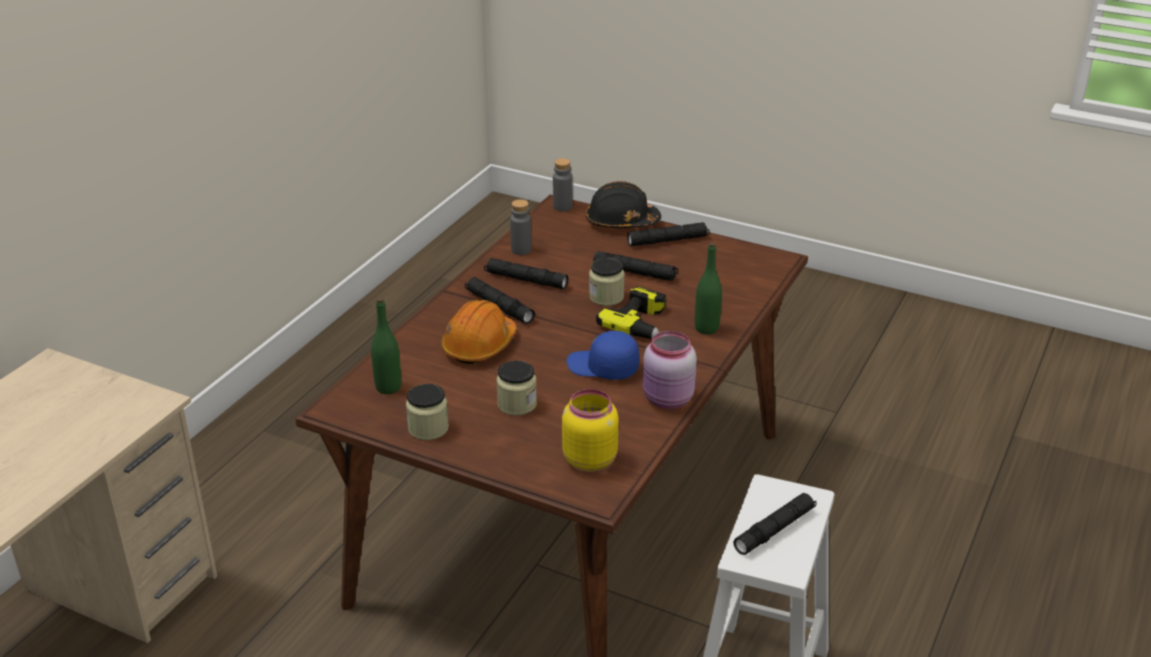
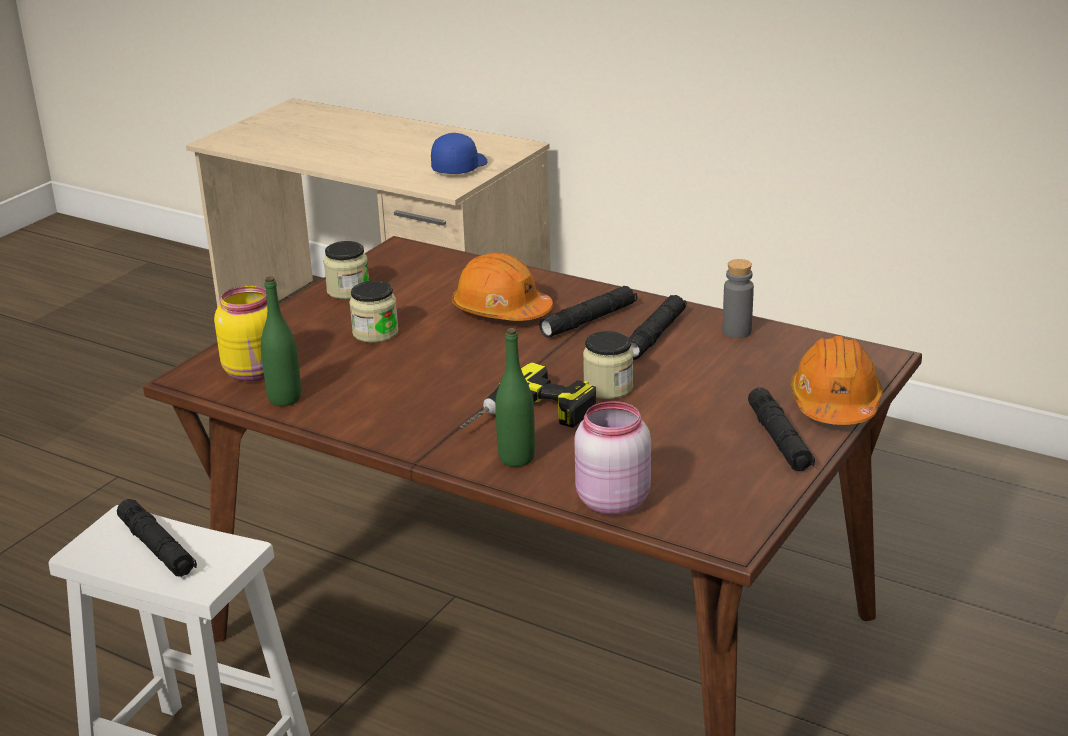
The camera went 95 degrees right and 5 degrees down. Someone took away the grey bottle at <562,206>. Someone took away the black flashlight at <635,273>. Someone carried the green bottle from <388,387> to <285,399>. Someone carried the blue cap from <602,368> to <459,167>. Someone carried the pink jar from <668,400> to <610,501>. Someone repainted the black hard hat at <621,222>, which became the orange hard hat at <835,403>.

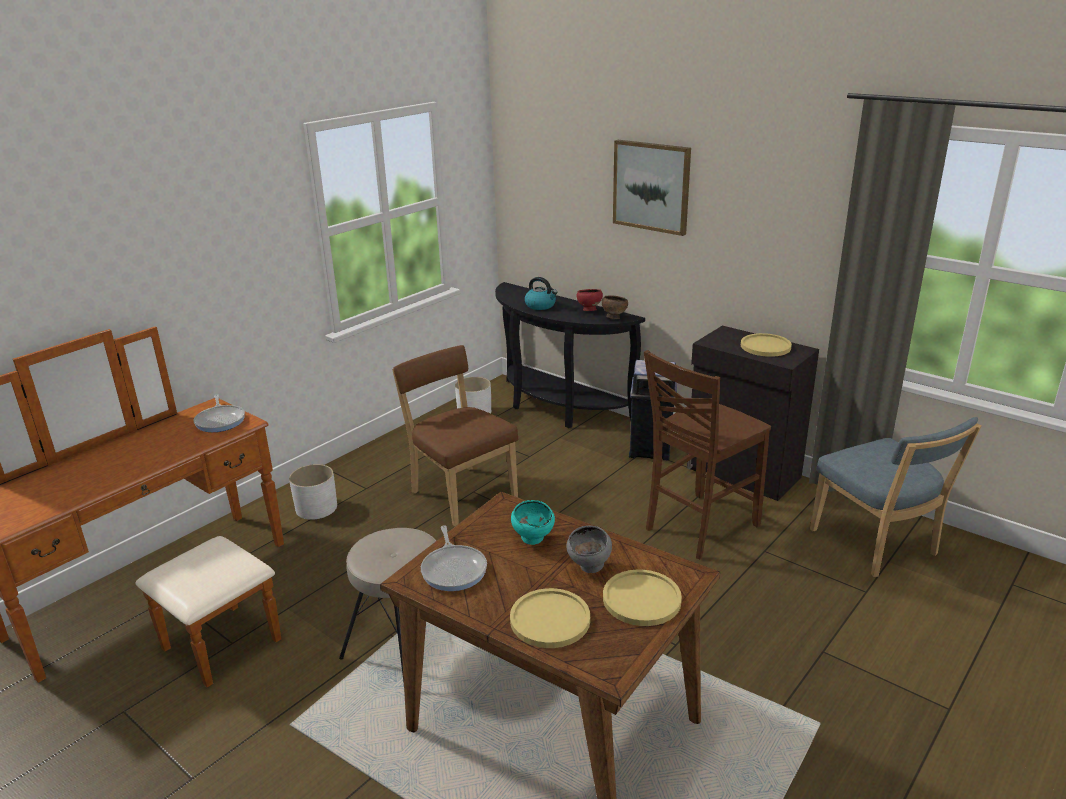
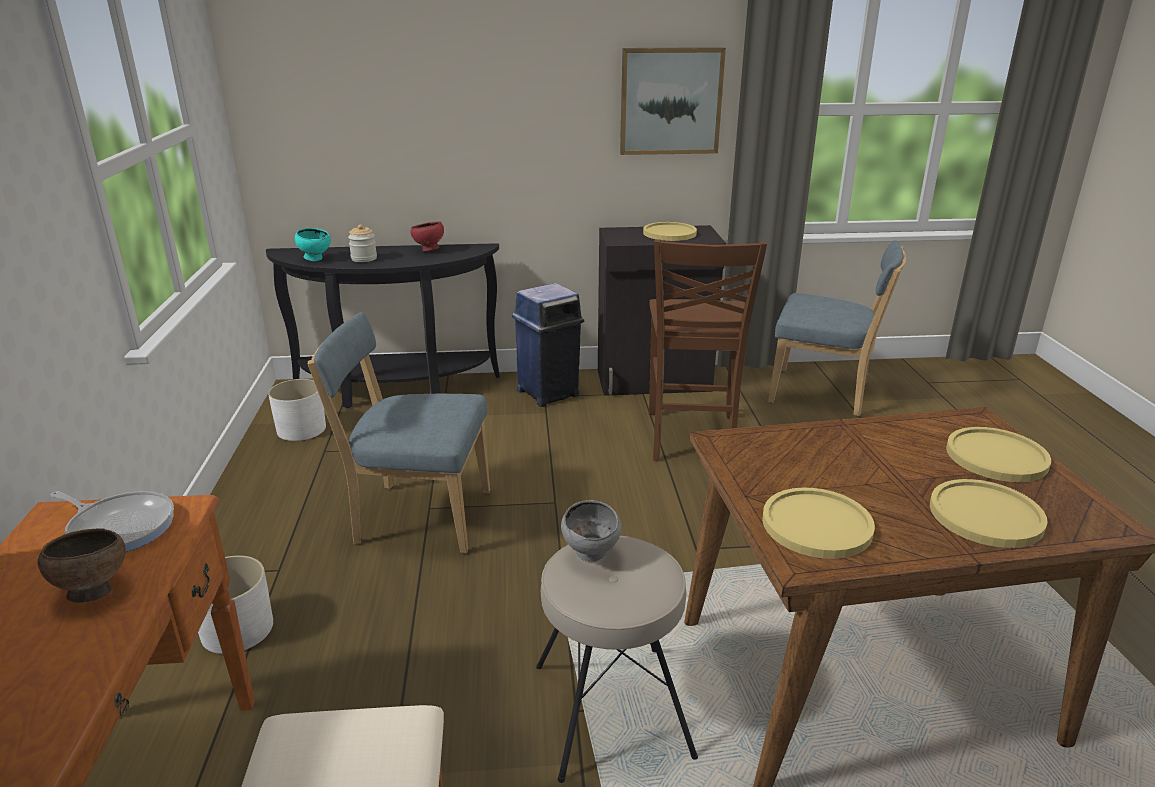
The camera went 45 degrees left and 0 degrees up. Someone carried the turquoise bowl from <534,540> to <315,259>. Someone carried the grey bowl from <590,568> to <592,555>. Someone carried the brown bowl from <614,318> to <93,592>. Someone carried the picture from <651,186> to <670,101>. Someone swapped the frying pan at <454,569> for the yellow plate at <816,525>. Someone swapped the kettle at <541,305> for the jar at <364,258>. Someone repainted the brown chair at <461,493>, which became the blue chair at <417,516>.

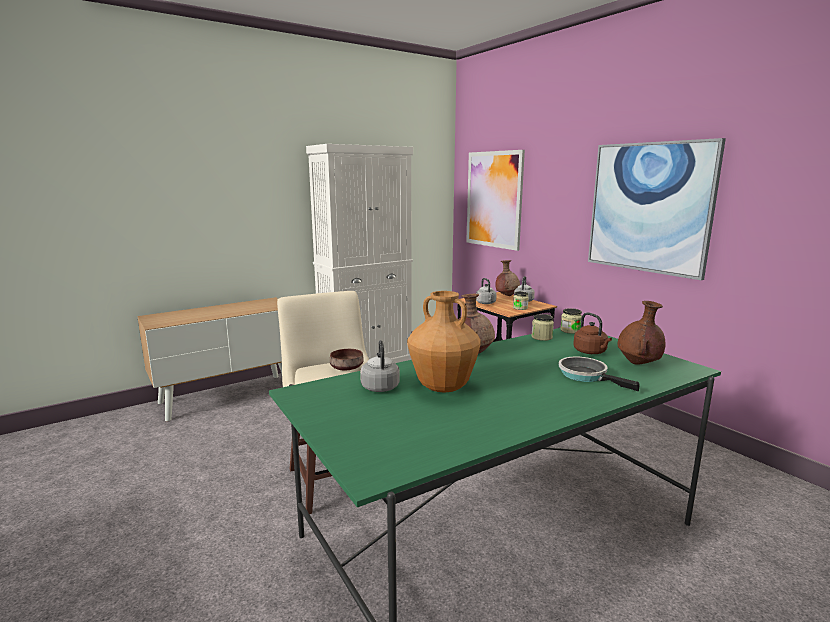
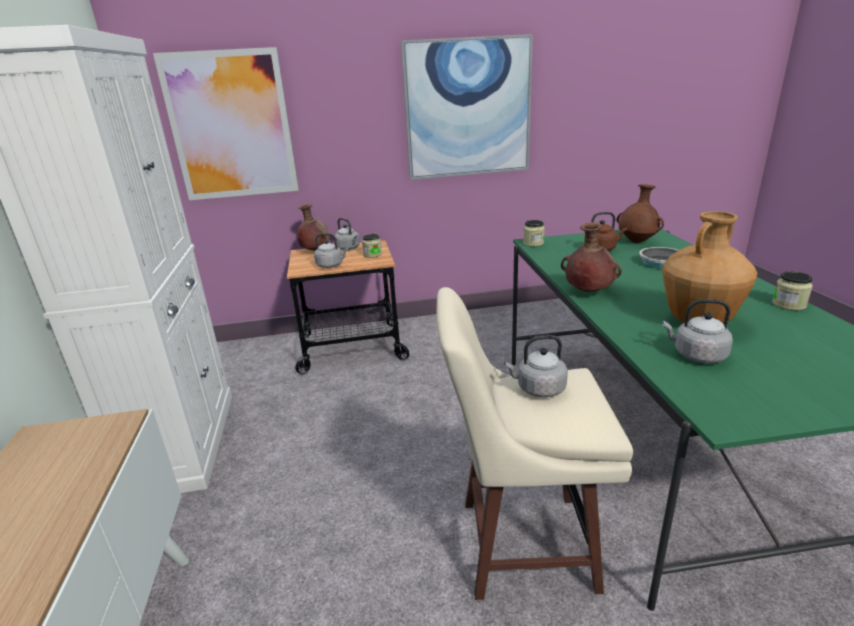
The camera went 65 degrees left and 10 degrees up. Someone carried the jar from <541,337> to <788,304>. Someone swapped the brown bowl at <346,368> for the grey kettle at <538,389>.

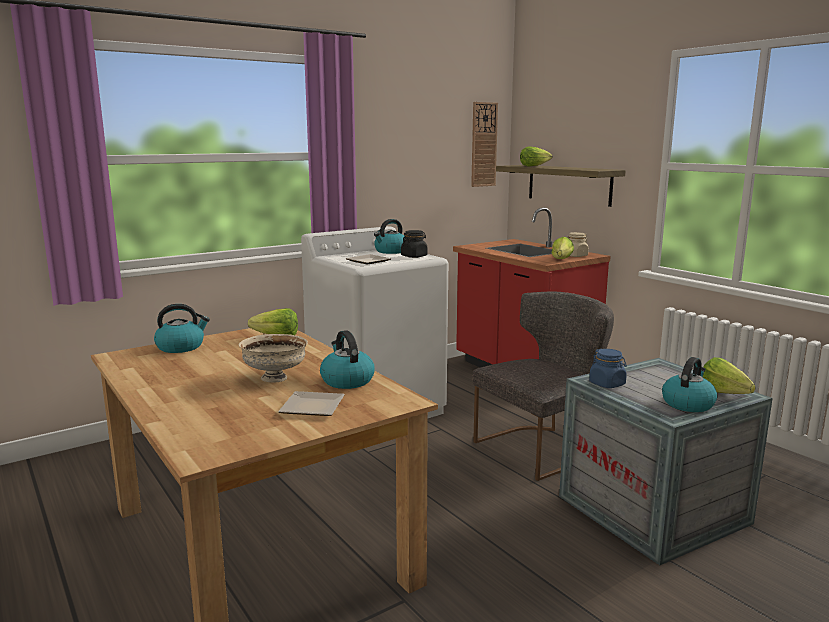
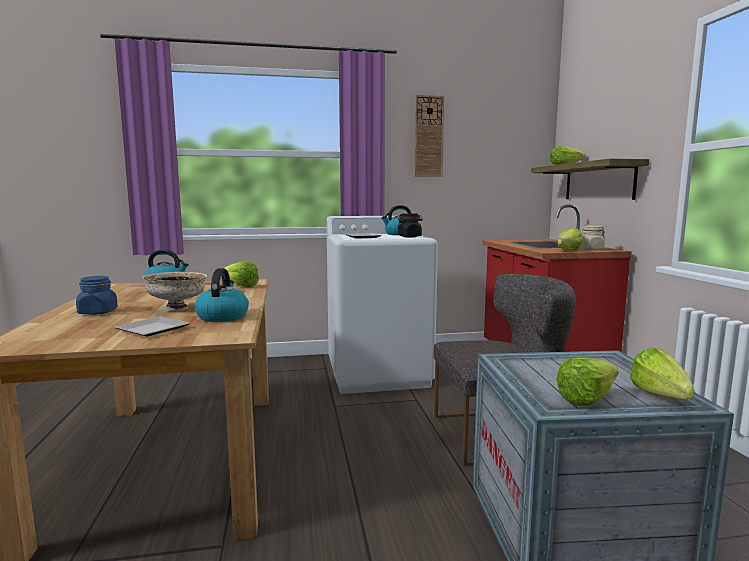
The camera went 25 degrees right and 5 degrees down. Someone carried the wall clock from <483,144> to <428,136>. Someone carried the blue jar from <607,384> to <98,312>. Someone swapped the kettle at <688,404> for the lettuce at <592,399>.

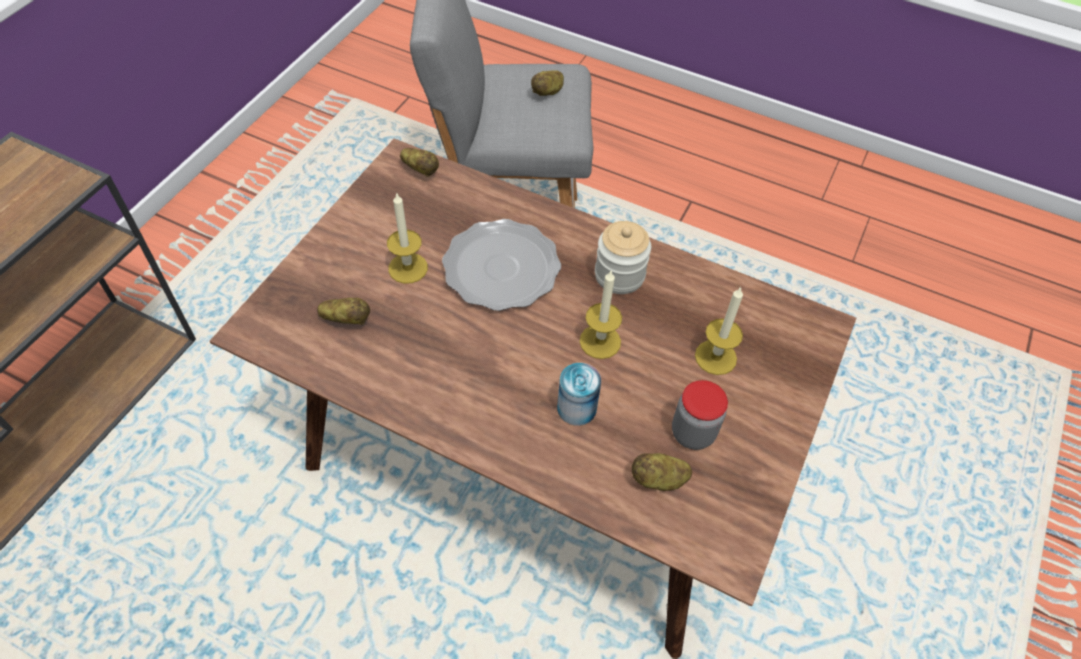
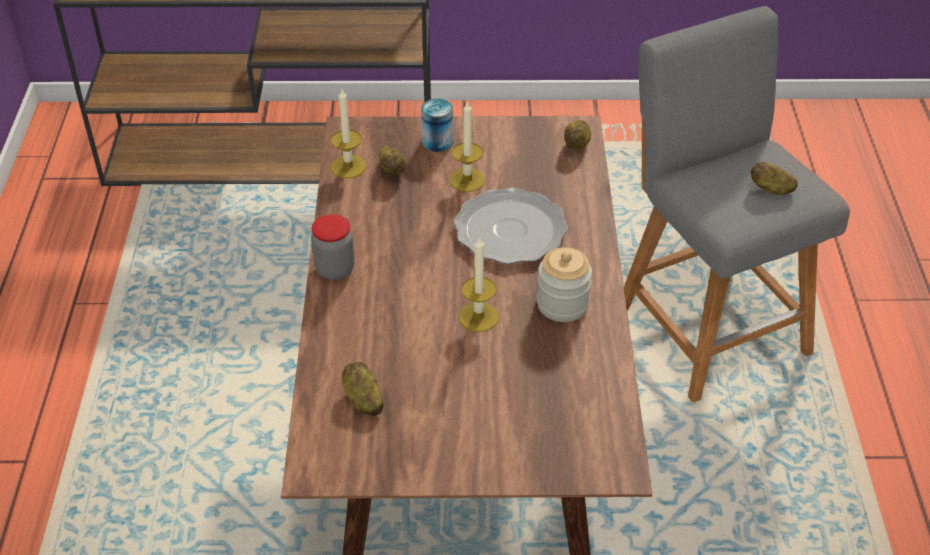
The camera went 65 degrees right and 10 degrees down. Someone carried the can from <576,408> to <437,142>. Someone carried the jar from <692,433> to <335,269>. Someone carried the candle from <715,357> to <348,166>.

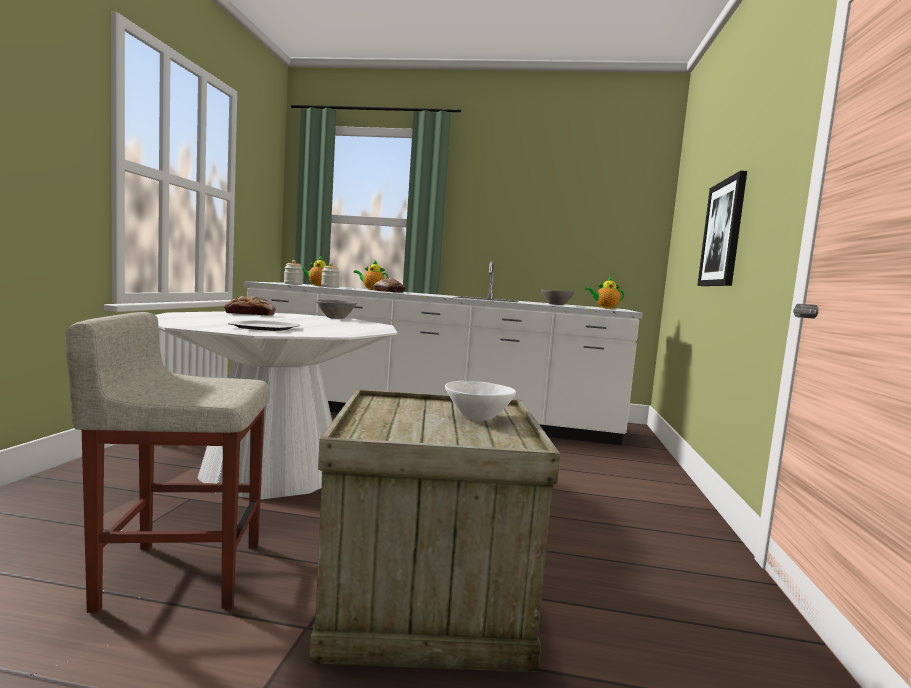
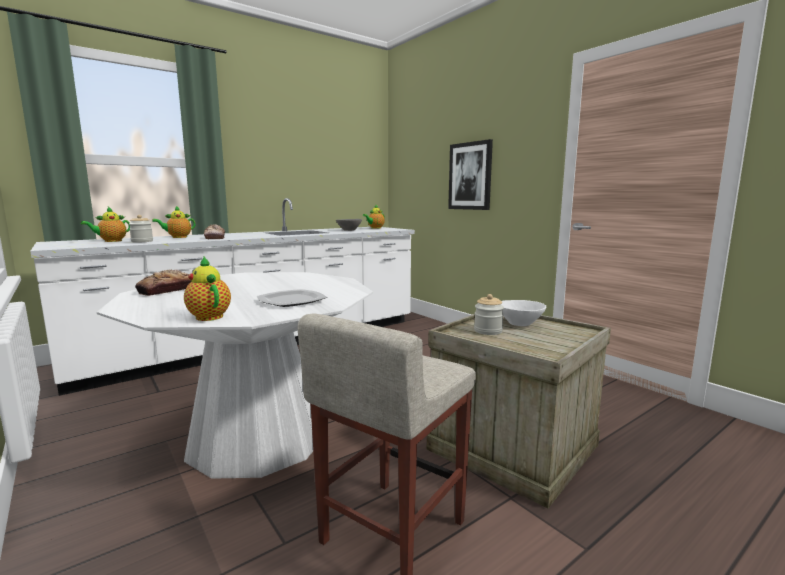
The camera went 45 degrees left and 5 degrees up. Someone took away the grey bowl at <335,318>. Someone put down the teapot at <208,316>. Someone carried the jar from <293,284> to <488,331>.

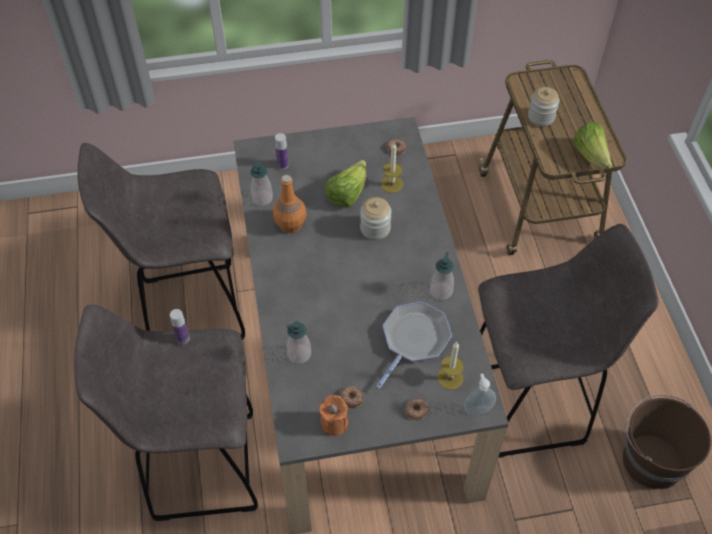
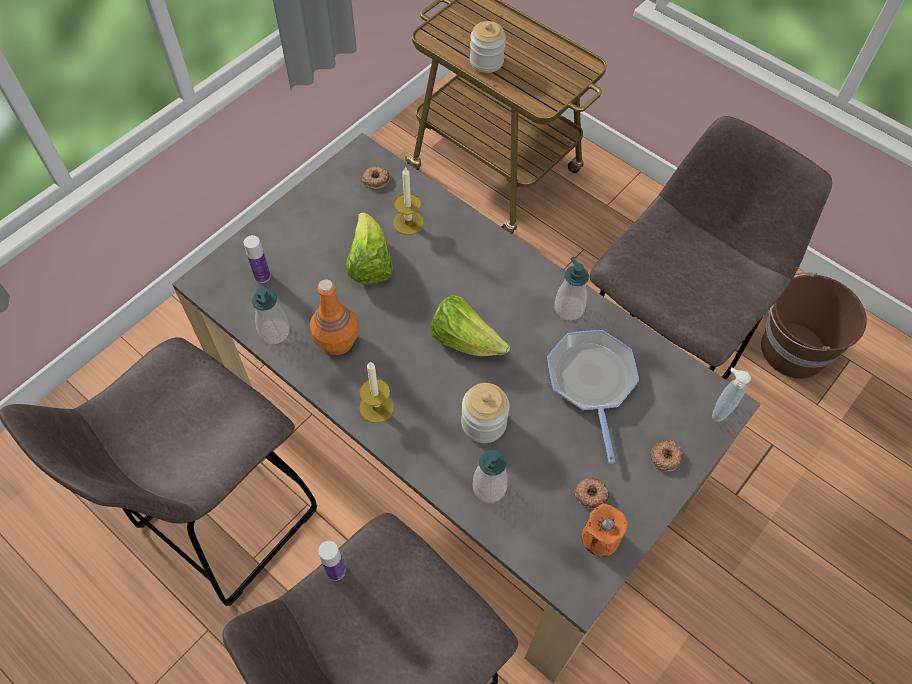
The camera went 40 degrees left and 5 degrees up. Someone carried the jar from <375,228> to <483,423>. Someone carried the candle from <450,378> to <376,407>. Someone carried the lettuce from <591,156> to <465,340>.

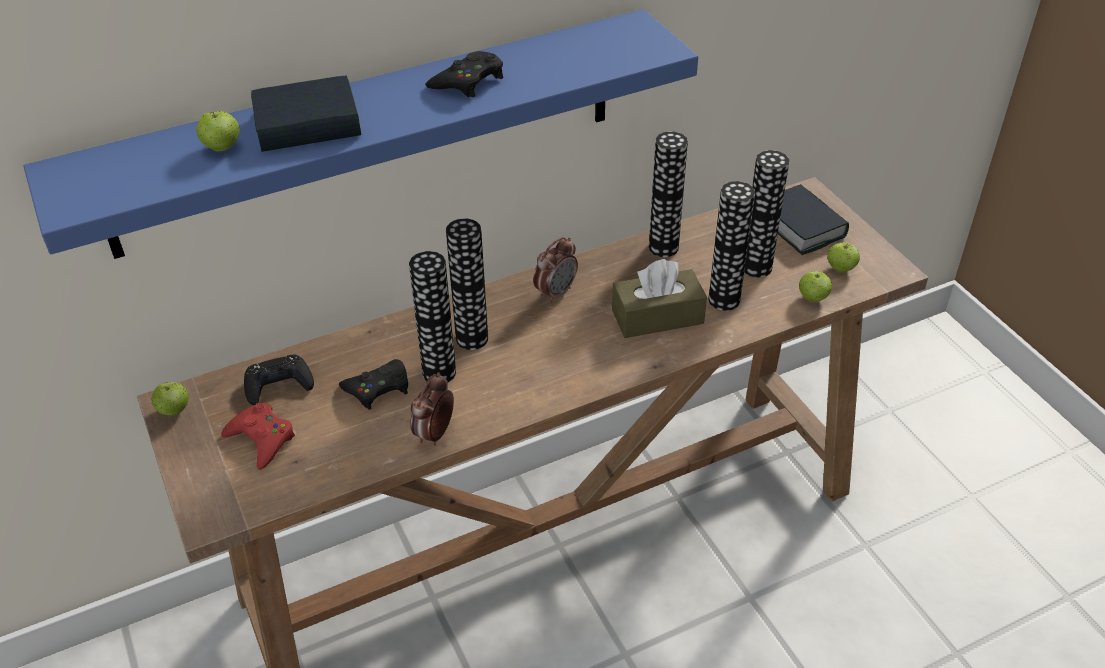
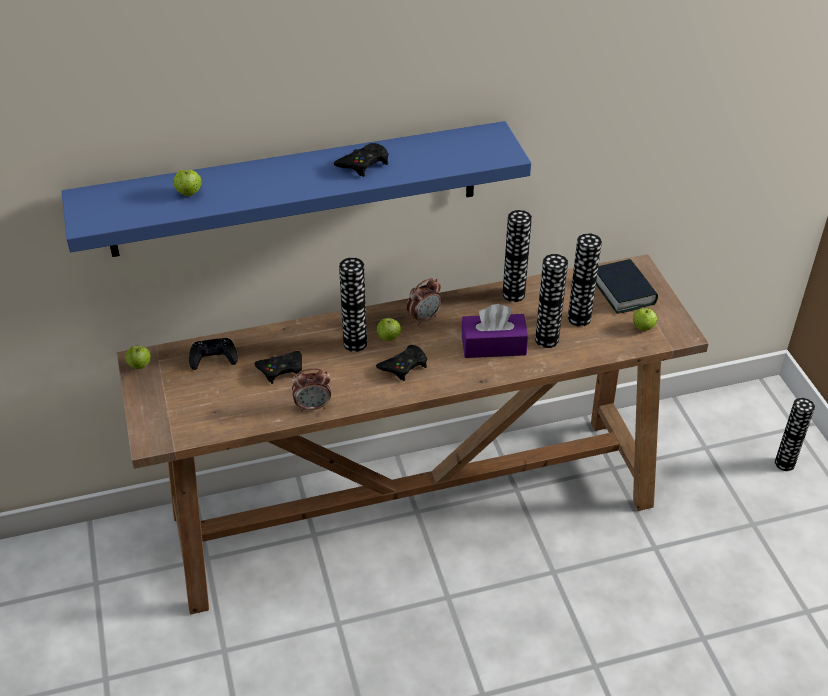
The camera went 10 degrees right and 0 degrees up. Someone took away the red game controller at <261,439>. Someone took away the book at <307,125>. Someone put down the black game controller at <404,366>. Someone carried the vase from <439,372> to <784,463>. Someone carried the apple from <813,298> to <389,338>. Someone repainted the brown tissue box at <657,317>, which became the purple tissue box at <493,345>. Someone rotated the alarm clock at <434,433> by 135 degrees counterclockwise.

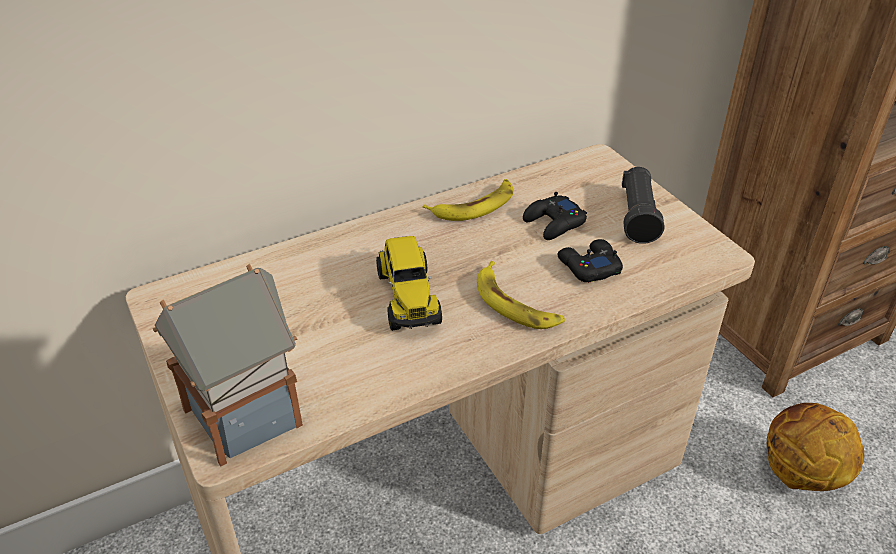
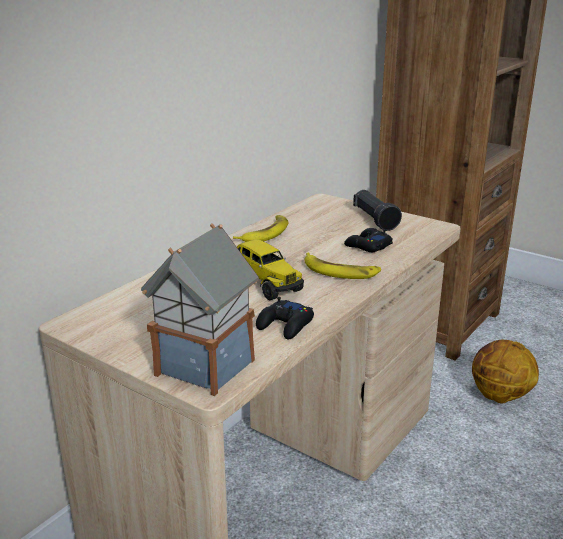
The camera went 25 degrees left and 15 degrees down. Someone carried the black game controller from <554,223> to <285,325>.

